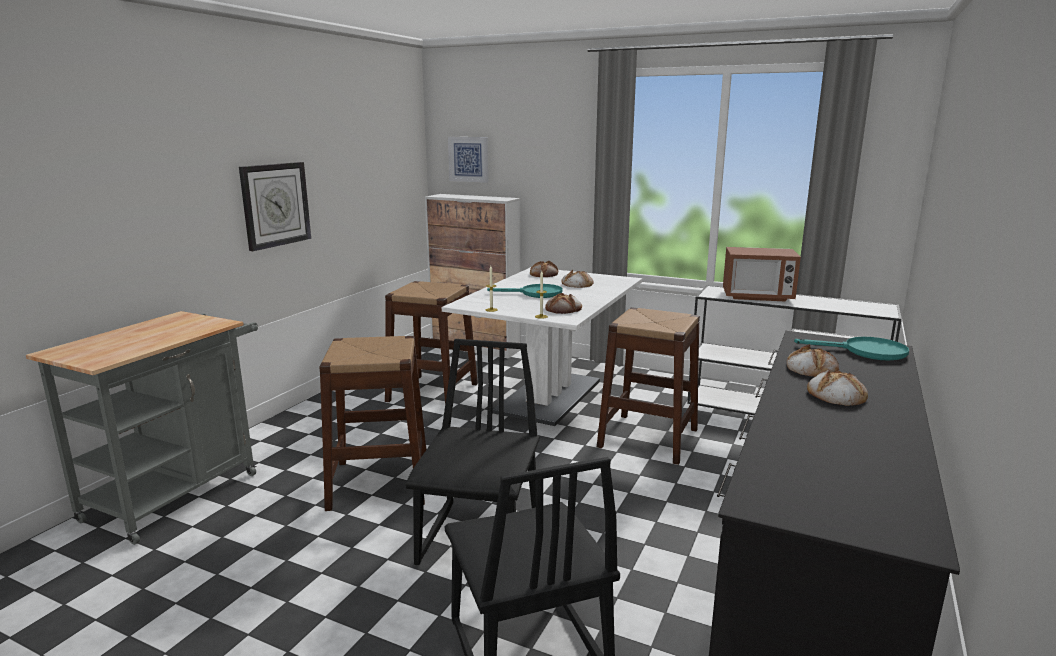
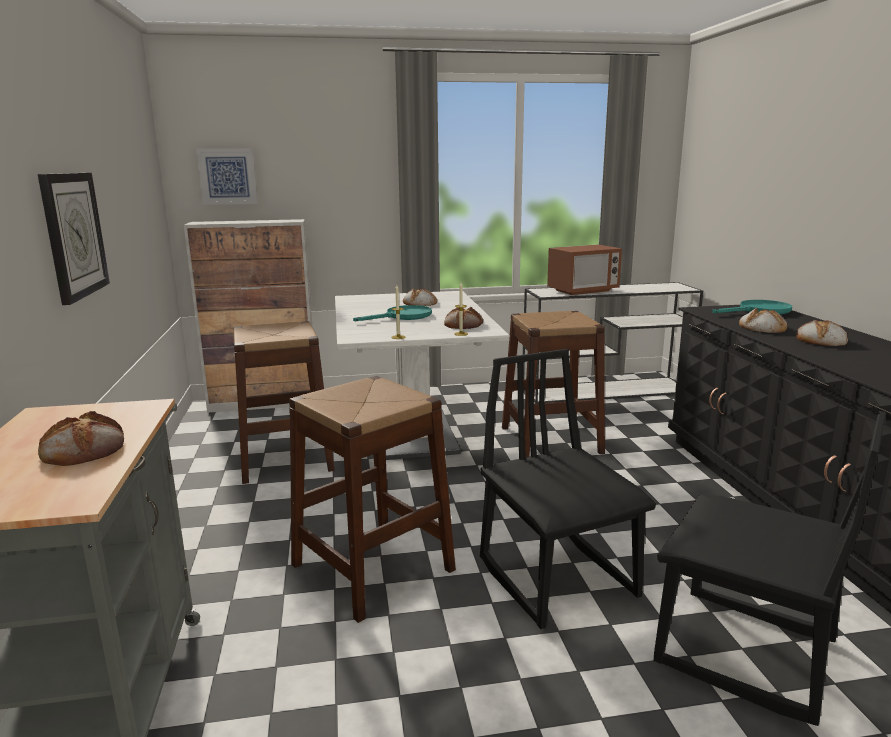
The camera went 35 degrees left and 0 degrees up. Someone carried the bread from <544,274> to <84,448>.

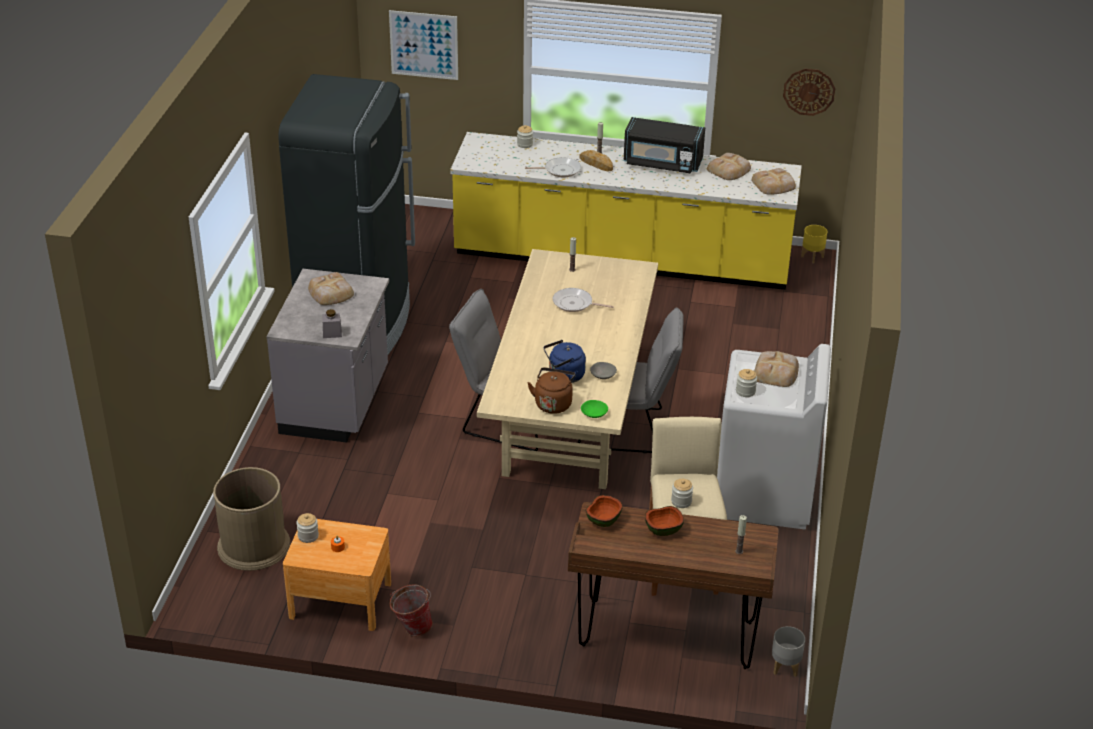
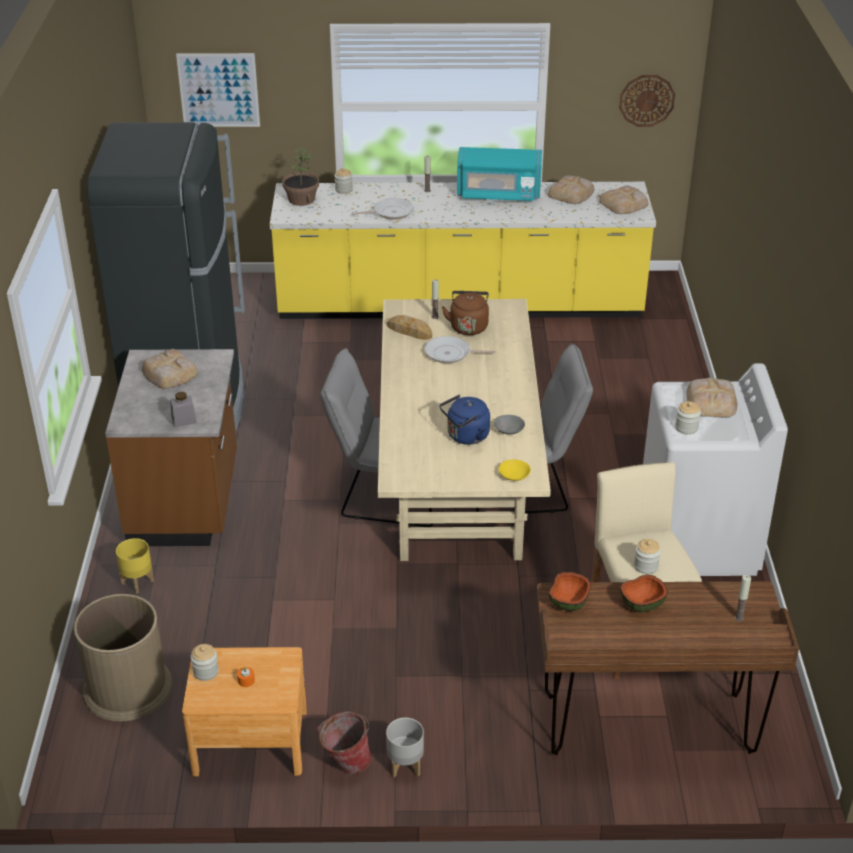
The camera went 10 degrees left and 0 degrees up. Someone put down the potted plant at <301,199>. Someone carried the brown kettle from <553,403> to <468,326>. Someone carried the bread from <596,163> to <409,331>. Someone carried the grey planter from <785,667> to <405,766>. Someone carried the yellow planter from <812,257> to <138,582>. Someone repainted the grey counter at <336,403>, which became the brown counter at <187,501>. Someone repainted the green bowl at <594,413>, which became the yellow bowl at <514,475>. Someone repainted the black microwave at <662,163>, which became the turquoise microwave at <498,194>.

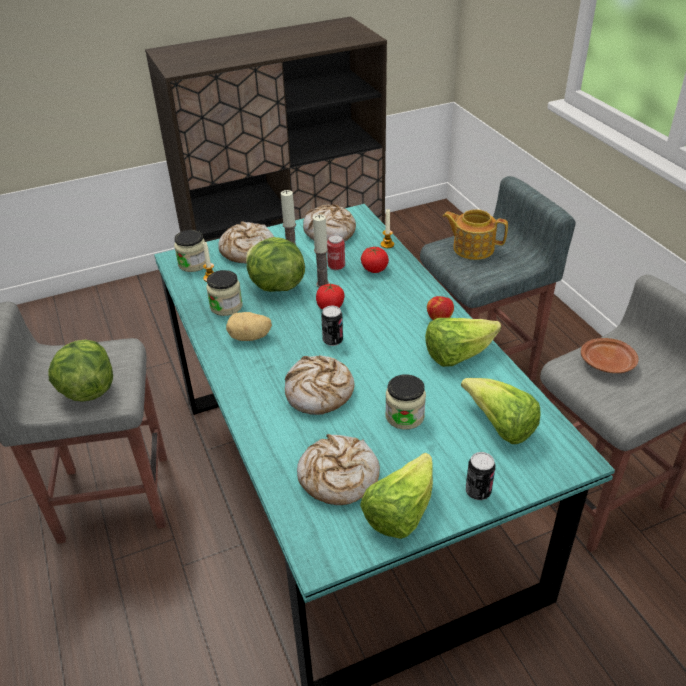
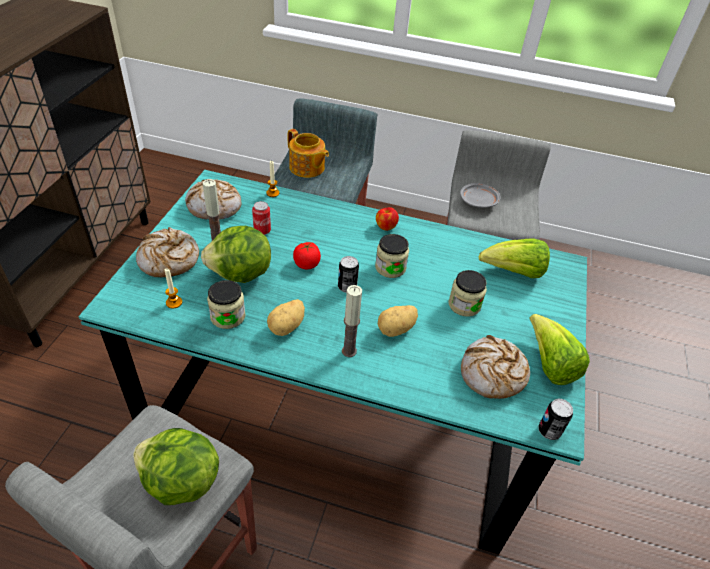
The camera went 55 degrees left and 5 degrees up. Someone took away the tomato at <374,269>. Someone took away the lettuce at <457,355>. Someone carried the jar from <193,264> to <390,267>. Someone carried the candle from <322,284> to <349,351>. Someone carried the can from <478,491> to <549,431>. Someone swapped the bread at <319,393> for the potato at <396,330>. Someone repainted the brown plate at <608,363>, which became the grey plate at <478,201>. Someone rotated the teapot at <472,248> by 105 degrees counterclockwise.

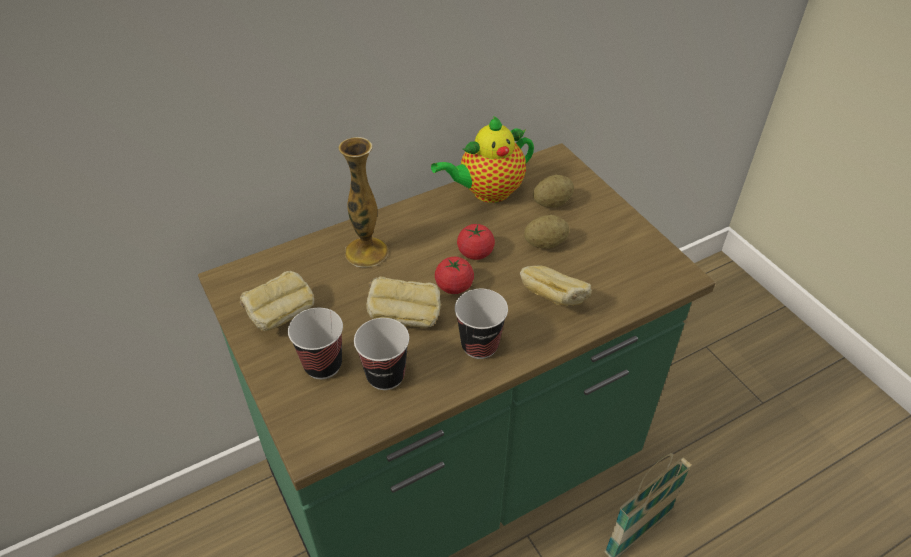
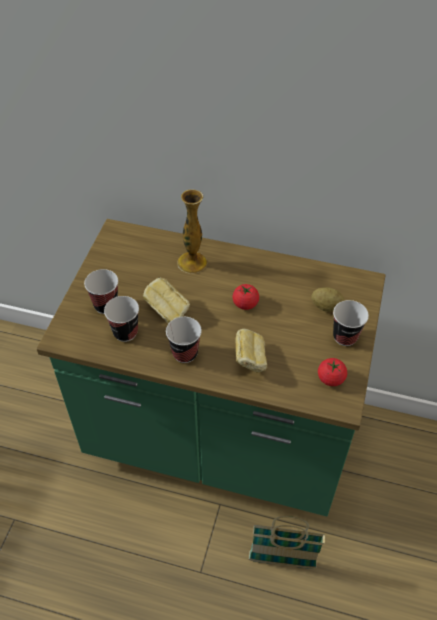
The camera went 45 degrees right and 5 degrees up. Someone took away the bread at <281,317>. Someone took away the teapot at <487,192>. Someone took away the potato at <545,243>. Someone put down the cup at <345,336>. Someone carried the tomato from <454,286> to <330,378>.

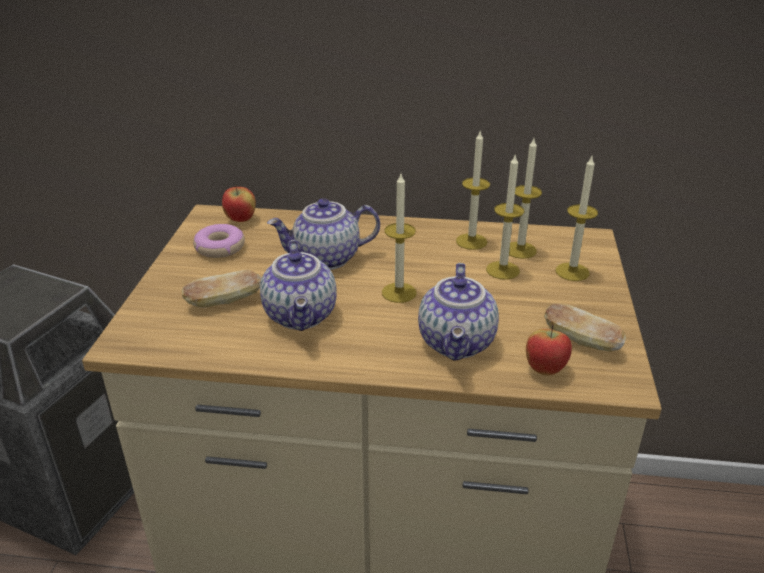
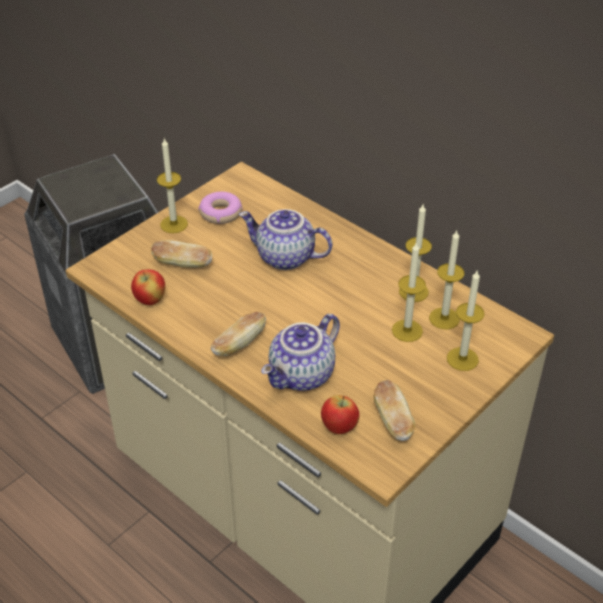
The camera went 35 degrees right and 10 degrees up. Someone took away the teapot at <302,316>. Someone put down the bread at <239,344>. Someone carried the apple from <241,220> to <150,300>. Someone carried the candle from <399,292> to <174,224>.

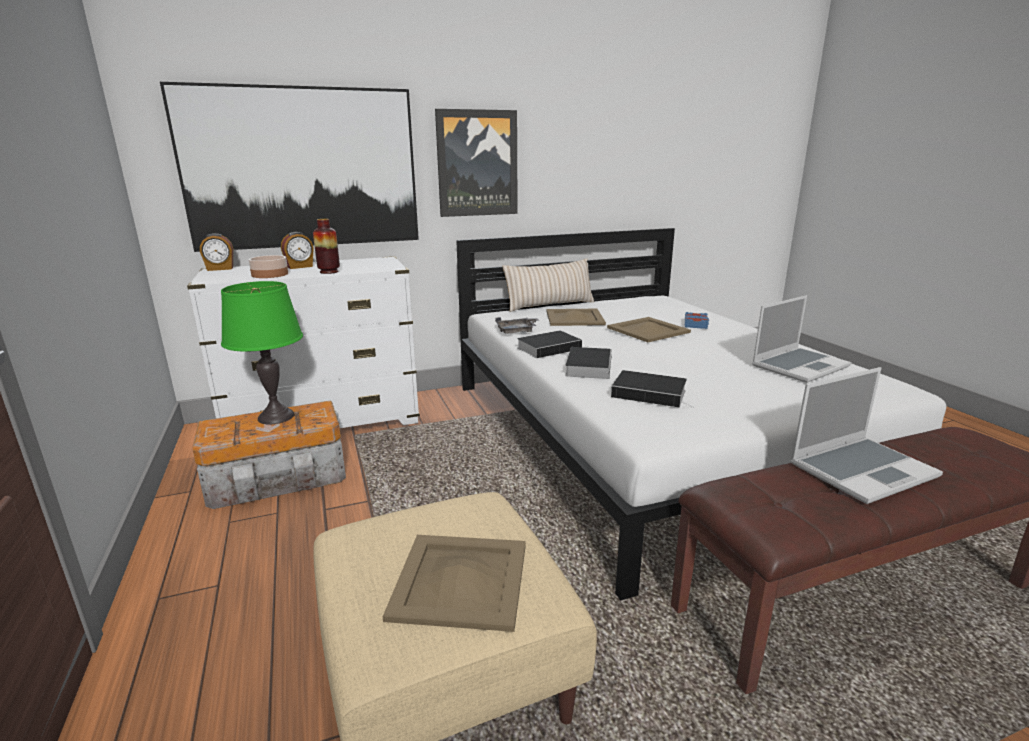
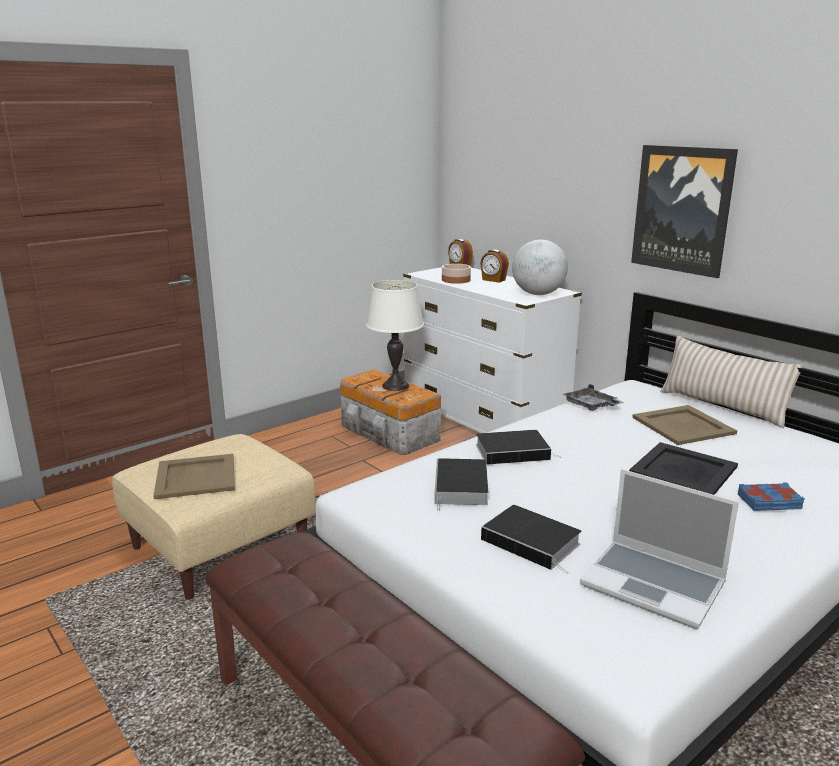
The camera went 70 degrees right and 0 degrees up. Someone took away the picture at <303,169>. Someone took away the vase at <329,272>. Someone took away the laptop at <862,470>. Someone put down the globe at <538,294>. Someone carried the book from <550,348> to <533,542>. Someone repainted the green table lamp at <276,417>, which became the white table lamp at <395,386>. Someone repainted the beige tray at <649,330>, which became the black tray at <684,470>.

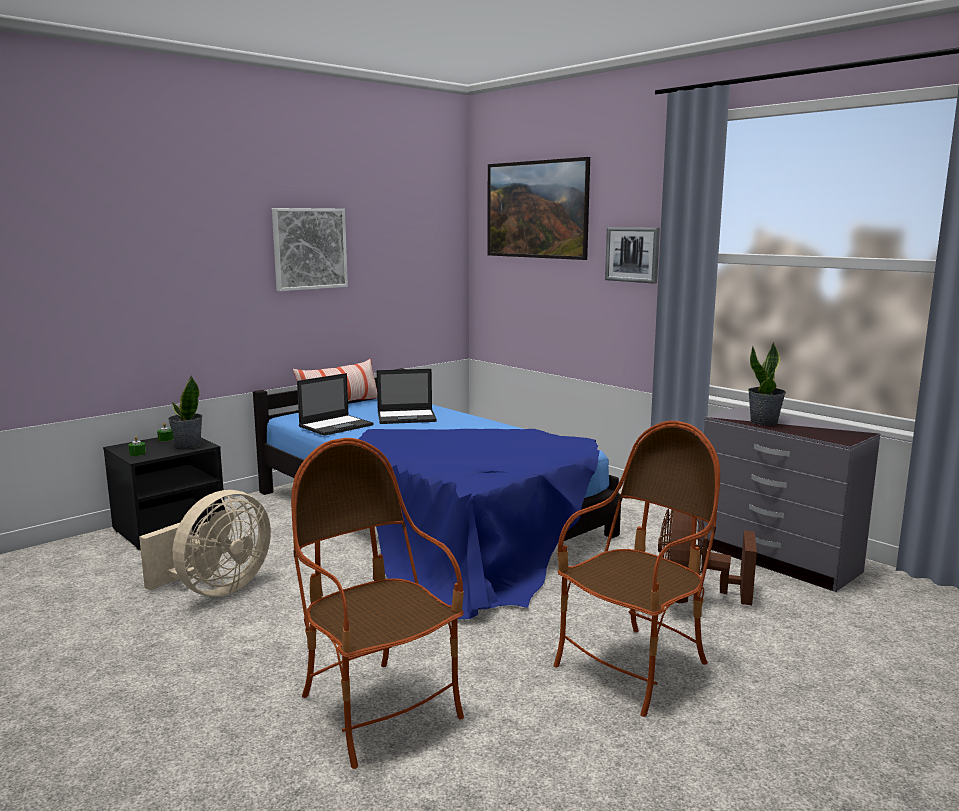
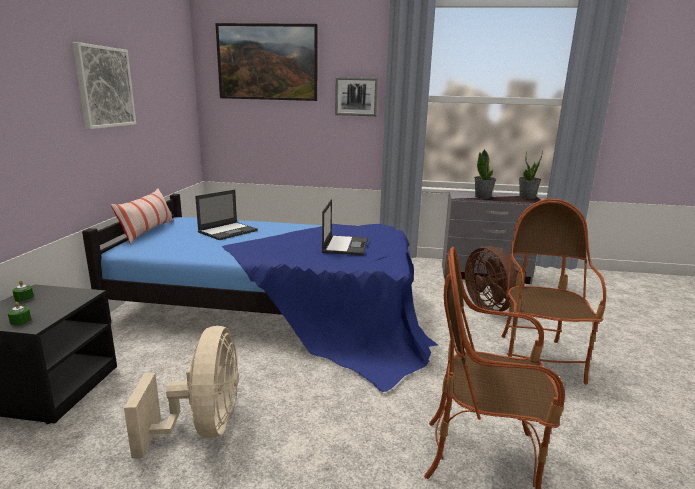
The camera went 40 degrees left and 5 degrees up. Someone carried the potted plant from <187,445> to <527,197>. Someone carried the laptop from <336,425> to <345,245>.

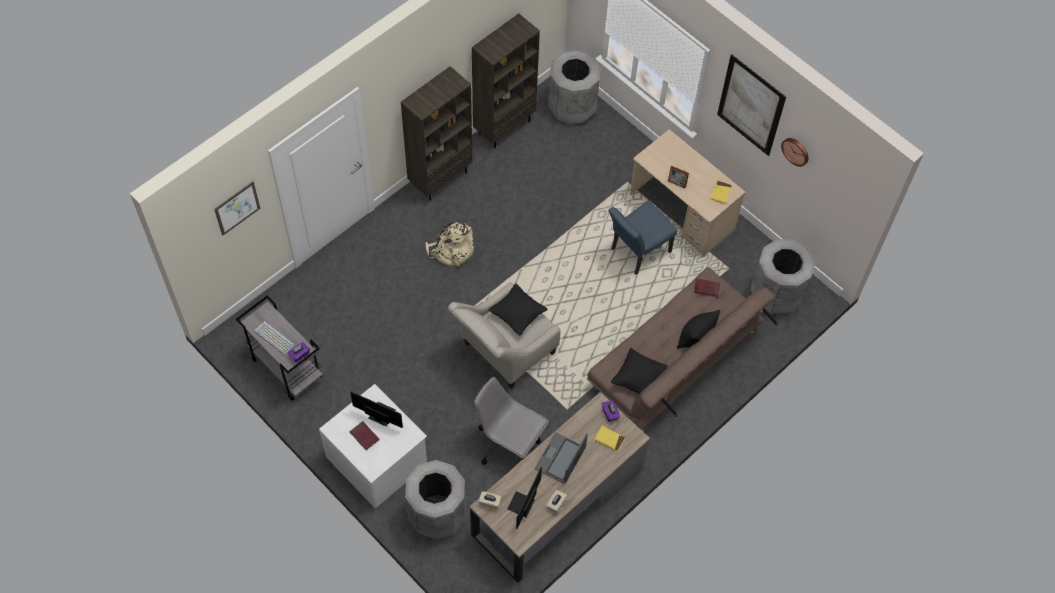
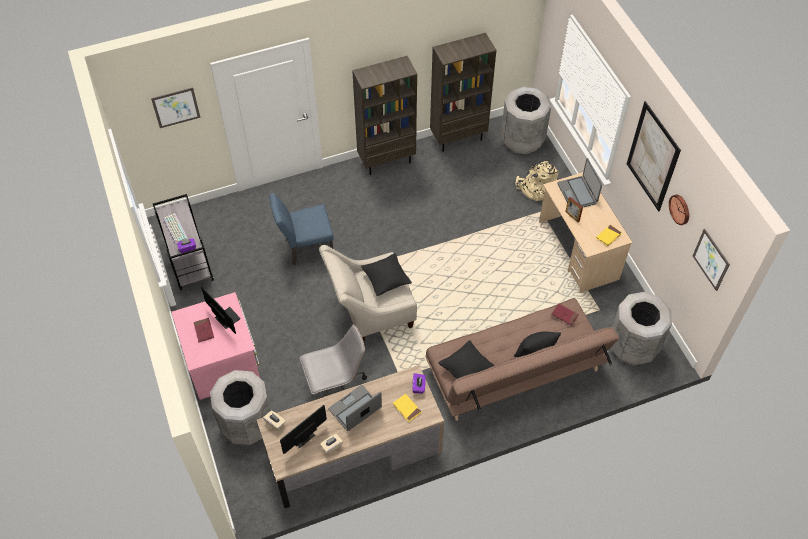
The camera went 25 degrees right and 5 degrees down. Someone put down the laptop at <577,193>. Someone put up the picture at <711,259>. Someone carried the beige backpack from <451,250> to <536,188>. Someone carried the blue chair from <637,252> to <305,248>. Someone repainted the white dresser at <378,459>, which became the pink dresser at <222,361>. Someone rotated the grey office chair at <509,444> by 105 degrees clockwise.

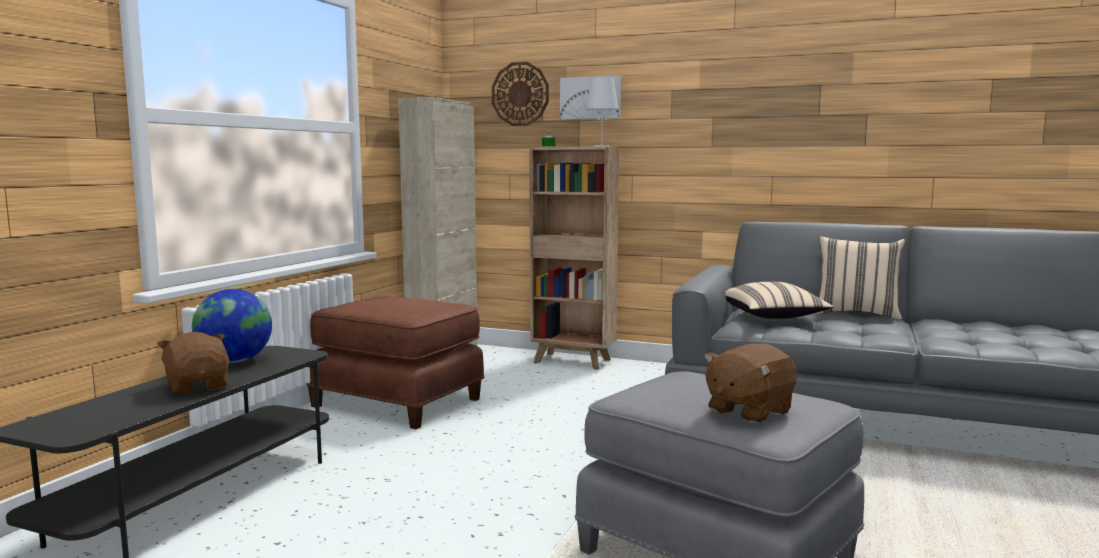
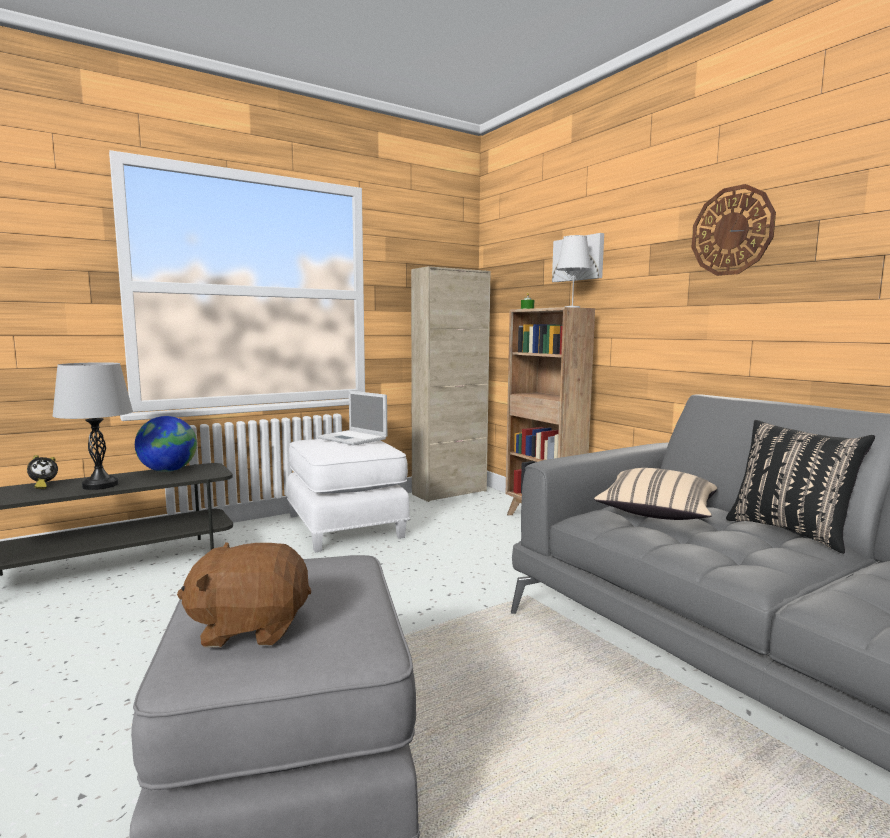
The camera went 35 degrees right and 0 degrees up. Someone put down the alarm clock at <43,486>. Someone put down the laptop at <353,438>. Someone carried the wall clock from <520,94> to <732,231>. Someone swapped the brown plush toy at <198,386> for the grey table lamp at <100,485>. Someone repainted the brown ottoman at <398,402>, which became the white ottoman at <347,526>. Someone repainted the beige pillow at <856,314>, which became the black pillow at <790,531>.

